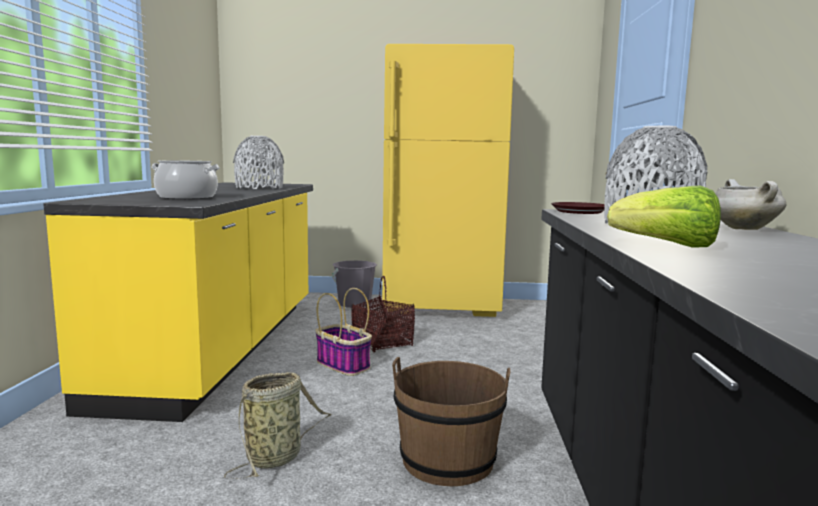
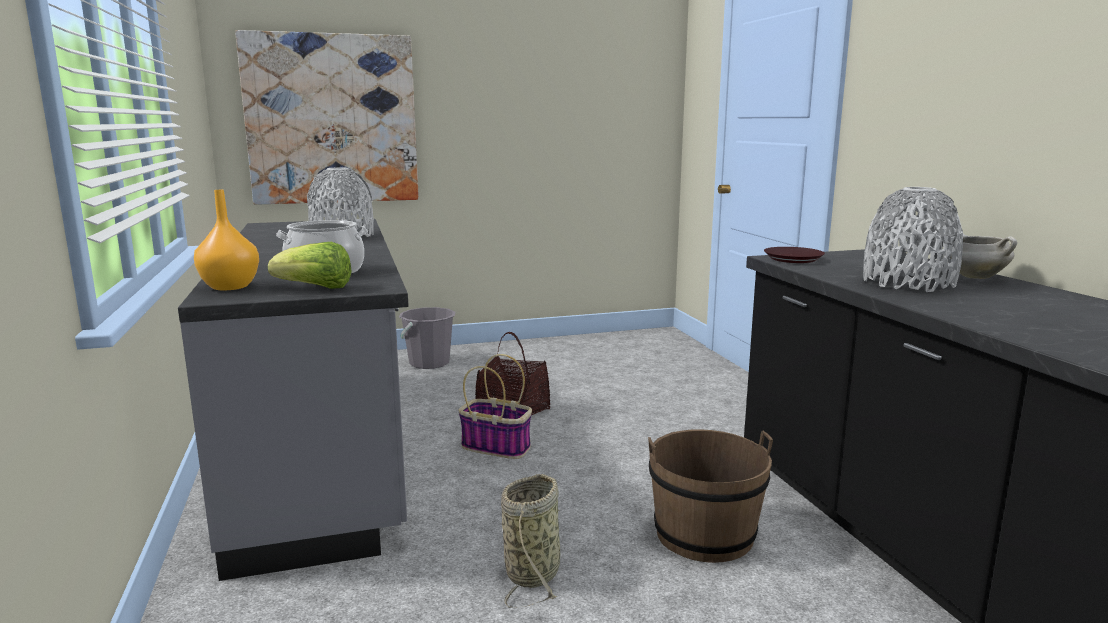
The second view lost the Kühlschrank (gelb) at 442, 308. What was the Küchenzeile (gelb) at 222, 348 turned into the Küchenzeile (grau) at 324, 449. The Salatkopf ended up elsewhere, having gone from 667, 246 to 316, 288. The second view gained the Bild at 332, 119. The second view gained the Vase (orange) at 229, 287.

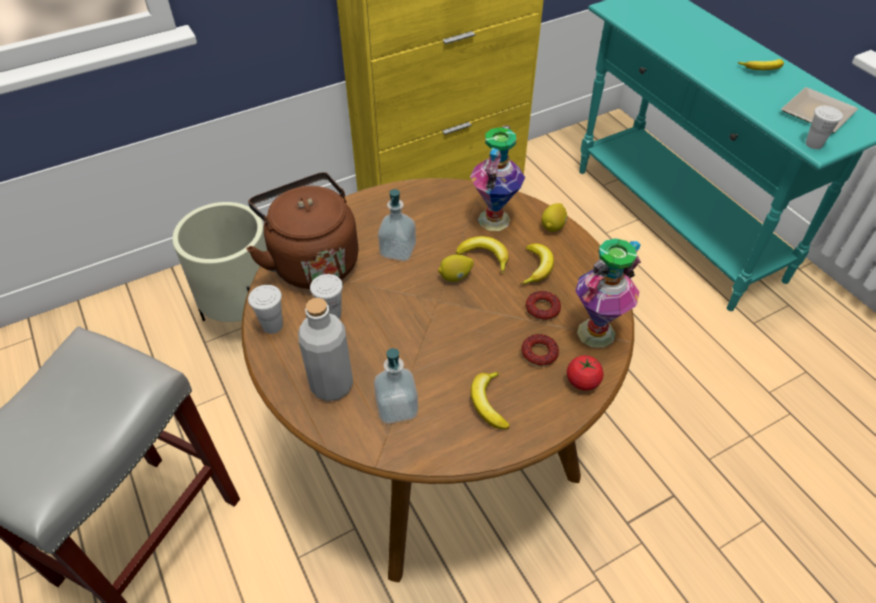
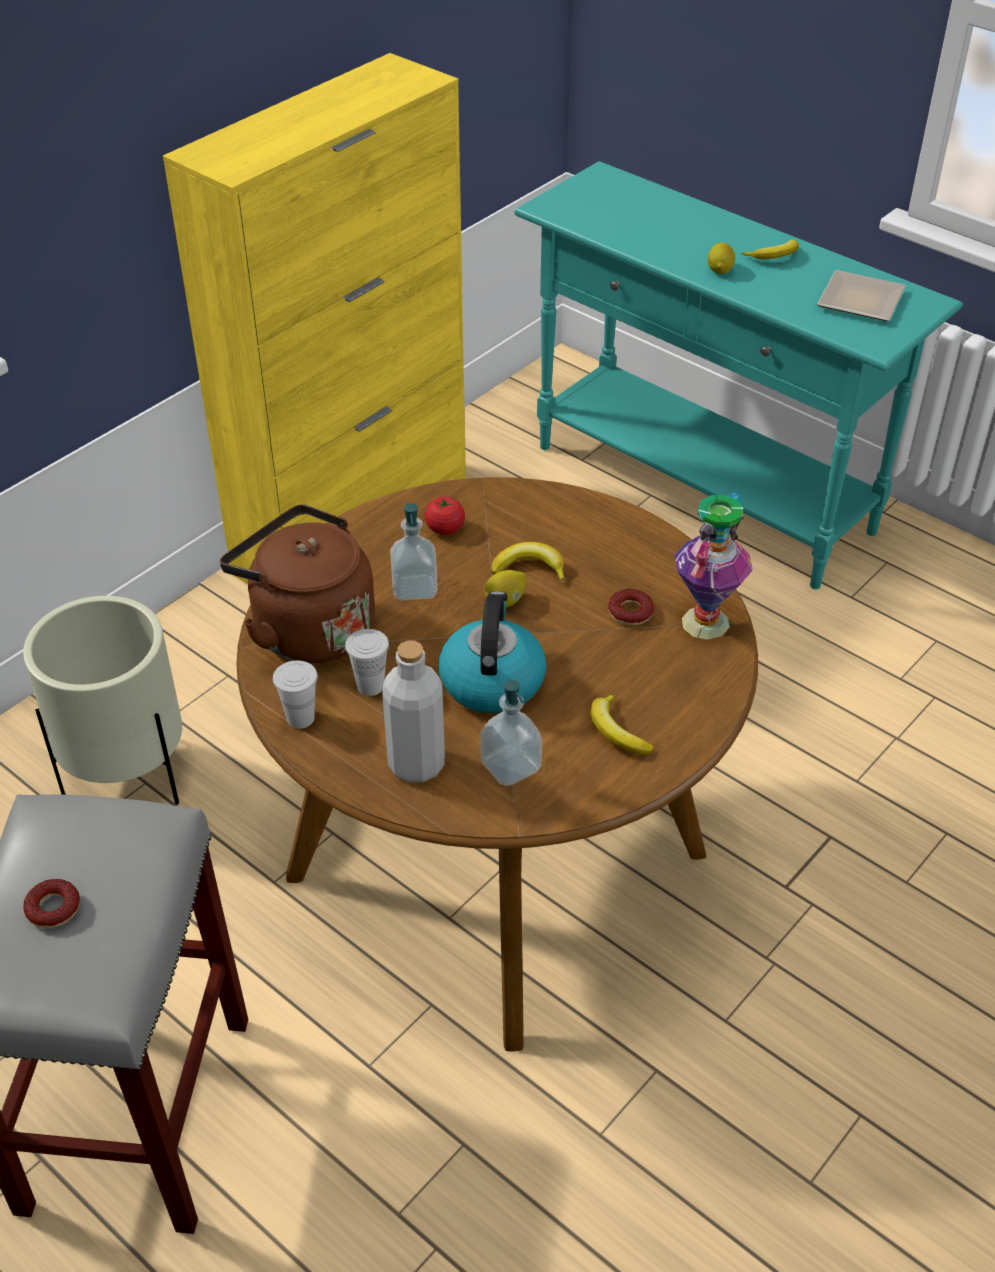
The second view lost the Tasse (weiß) at 813, 144. The second view lost the Vase at 494, 220. The Zitrone ended up elsewhere, having gone from 553, 226 to 720, 270. The second view lost the Banane at 537, 268. The Donut ended up elsewhere, having gone from 539, 353 to 53, 908. The Tomate ended up elsewhere, having gone from 582, 381 to 445, 528. The second view gained the Wasserkessel at 492, 680.

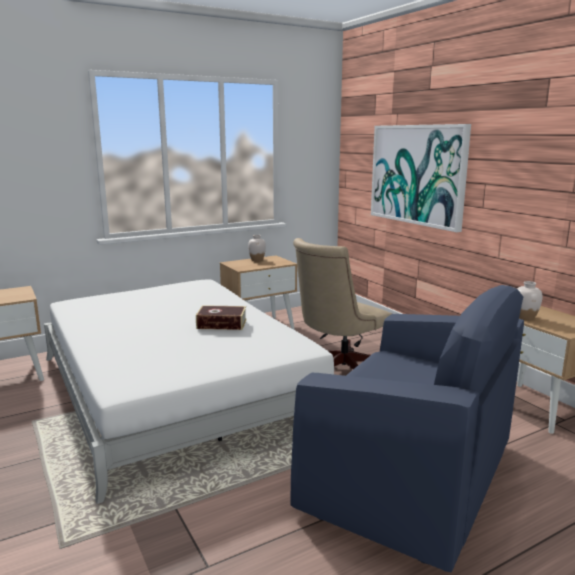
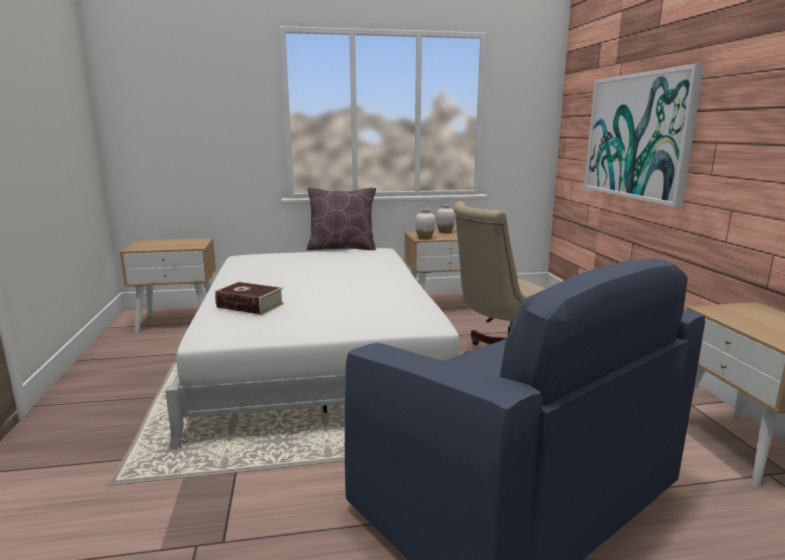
The Vase (weiß) ended up elsewhere, having gone from 525, 317 to 424, 238. The Buch ended up elsewhere, having gone from 222, 324 to 250, 305. The second view gained the Kissen (braun) at 342, 248.

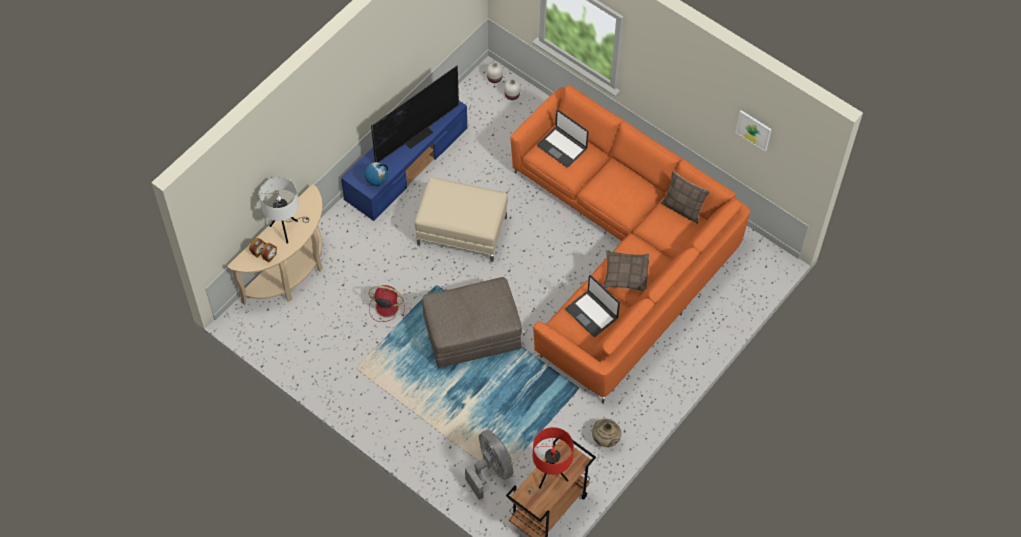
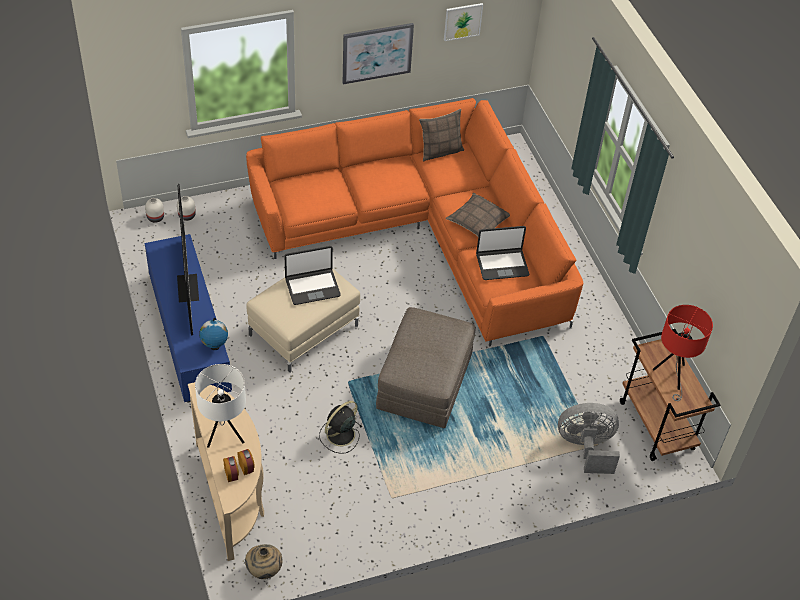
The Laptop ended up elsewhere, having gone from 562, 147 to 312, 287. What was the Ventilator (rot) at 386, 307 turned into the Ventilator (schwarz) at 339, 435. The Vase (beige) ended up elsewhere, having gone from 605, 439 to 264, 571. The second view gained the Bild at 377, 53.

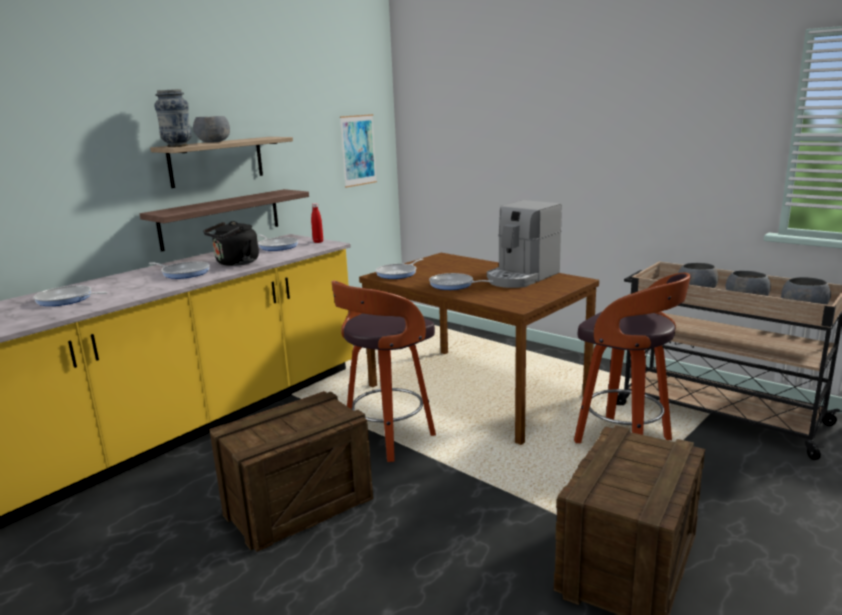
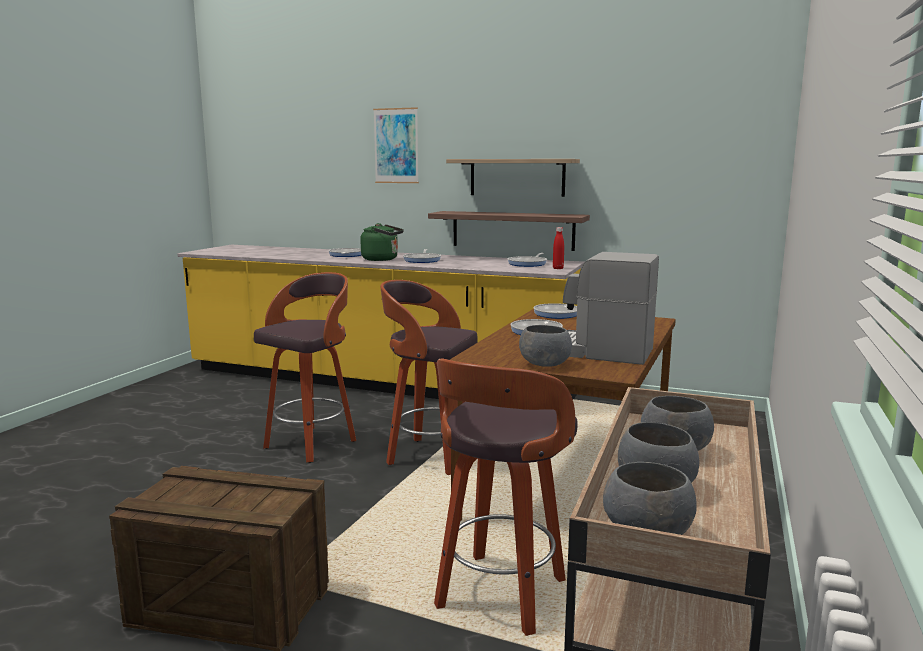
The second view lost the Vase at 177, 146. The Bild ended up elsewhere, having gone from 358, 150 to 396, 146. The Schüssel (grau) ended up elsewhere, having gone from 214, 142 to 546, 364. The second view lost the Wasserkessel (schwarz) at 235, 263. Where the Kiste stood at 298, 505, the Hocker came to stand at 312, 444. The second view gained the Wasserkessel (grün) at 382, 259.

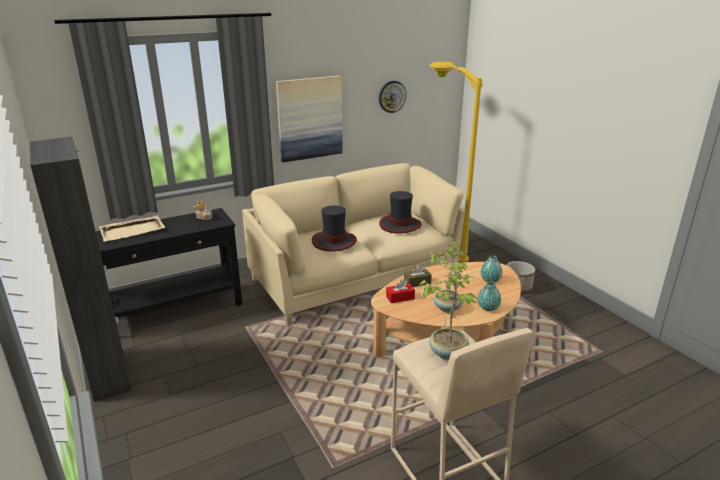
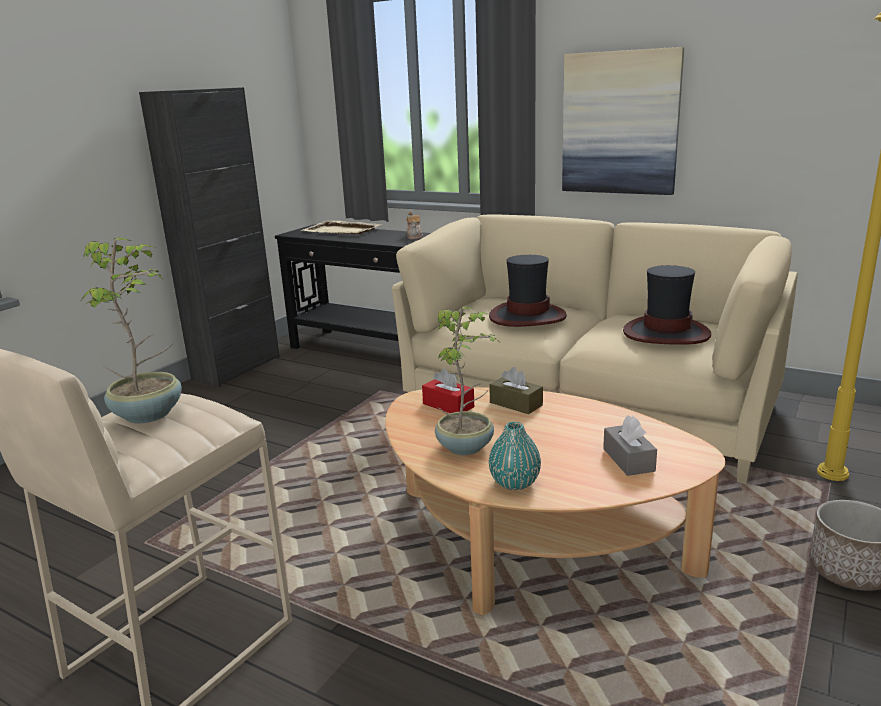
The second view lost the Wanduhr at 392, 96. Where the Vase (türkis) stood at 490, 280, the Taschentuchbox (grau) came to stand at 628, 460.

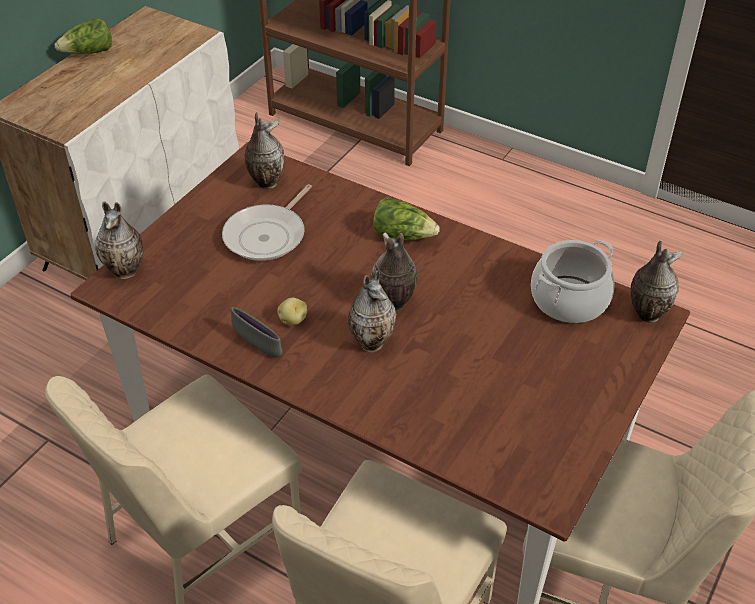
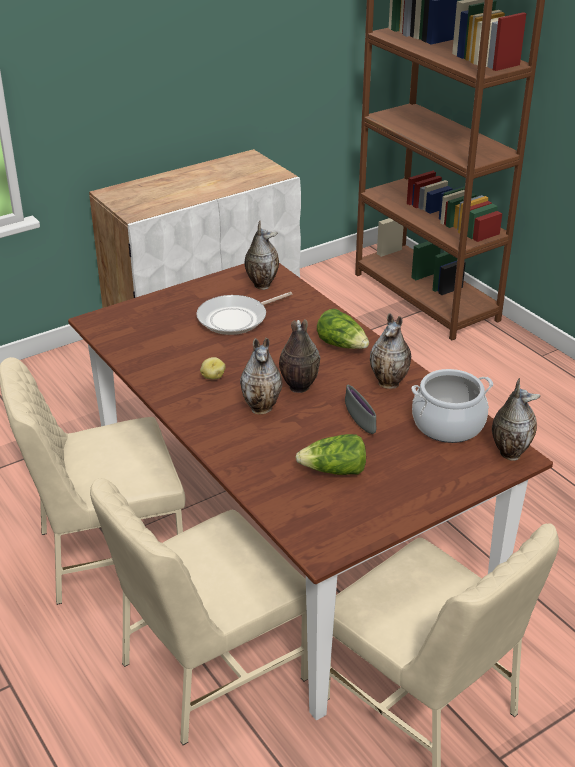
The Salatkopf ended up elsewhere, having gone from 89, 53 to 334, 471. The Vase ended up elsewhere, having gone from 127, 271 to 390, 383. The Schüssel (grau) ended up elsewhere, having gone from 257, 344 to 359, 422.

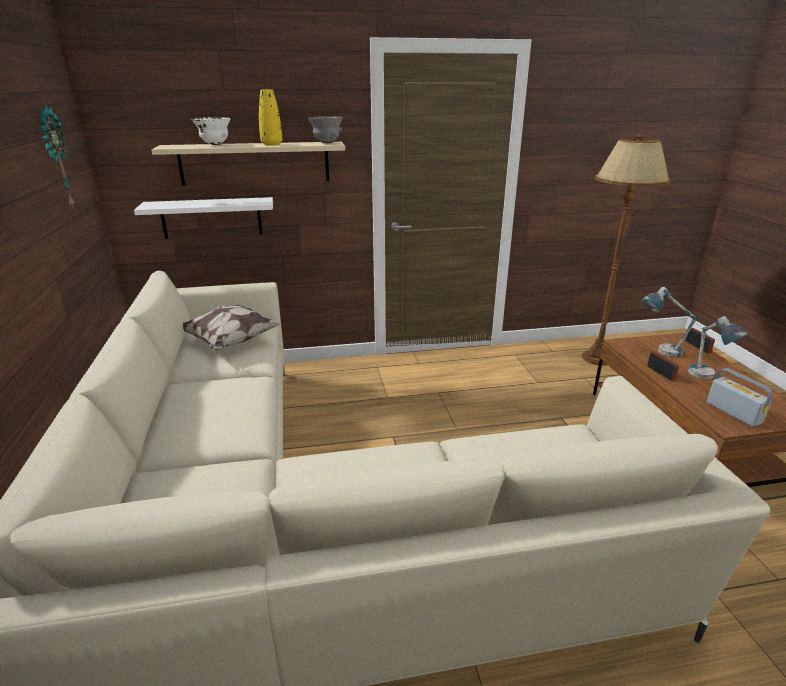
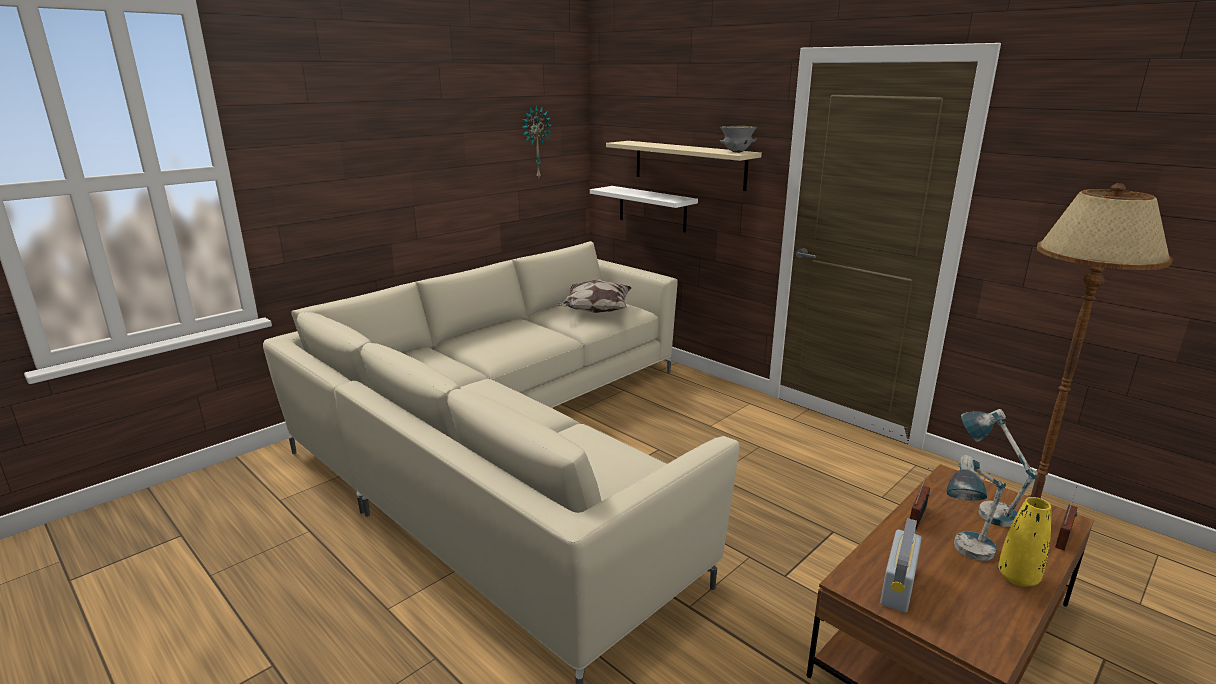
The Vase (gelb) ended up elsewhere, having gone from 272, 144 to 1018, 578. The second view lost the Schüssel (weiß) at 214, 145.

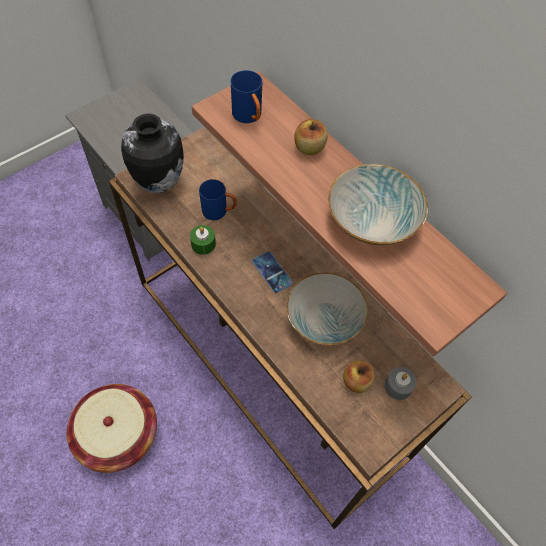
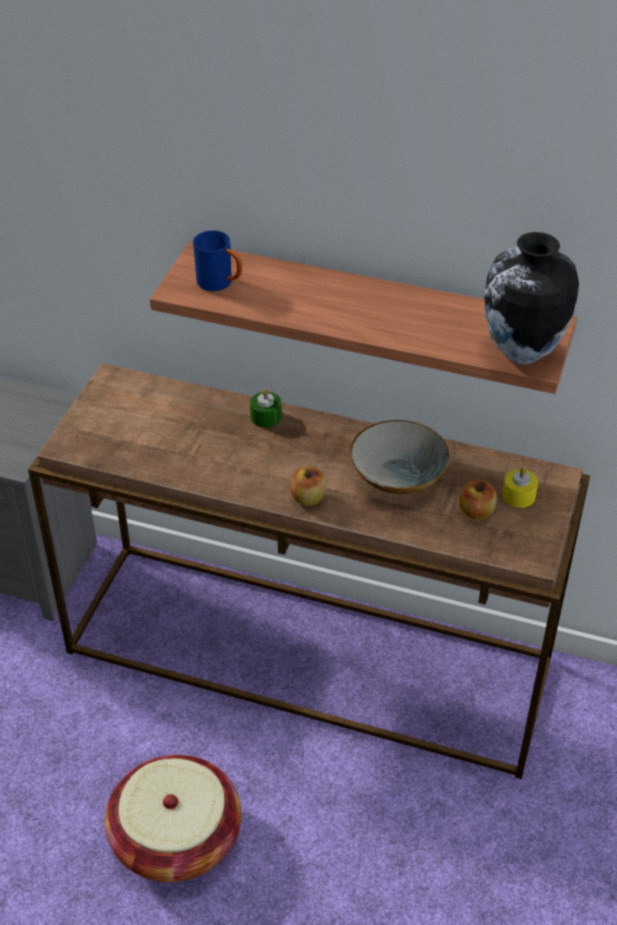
The Vase ended up elsewhere, having gone from 158, 184 to 521, 353. The Apfel ended up elsewhere, having gone from 309, 148 to 308, 498. The second view lost the Schüssel at 373, 221. The second view lost the Henkelbecher (blau) at 219, 211. The Kerze (grün) ended up elsewhere, having gone from 203, 244 to 266, 417. The second view lost the Handy at 272, 272. What was the Kerze (grau) at 398, 386 turned into the Kerze (gelb) at 518, 496.

